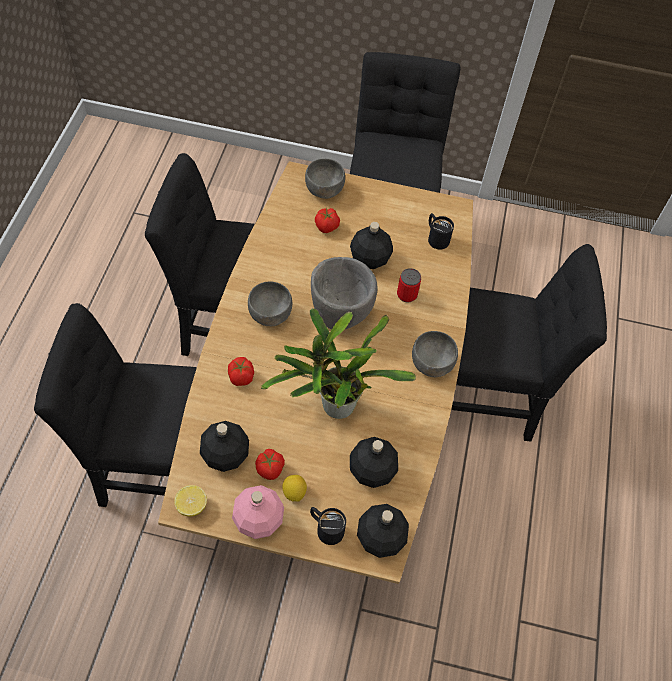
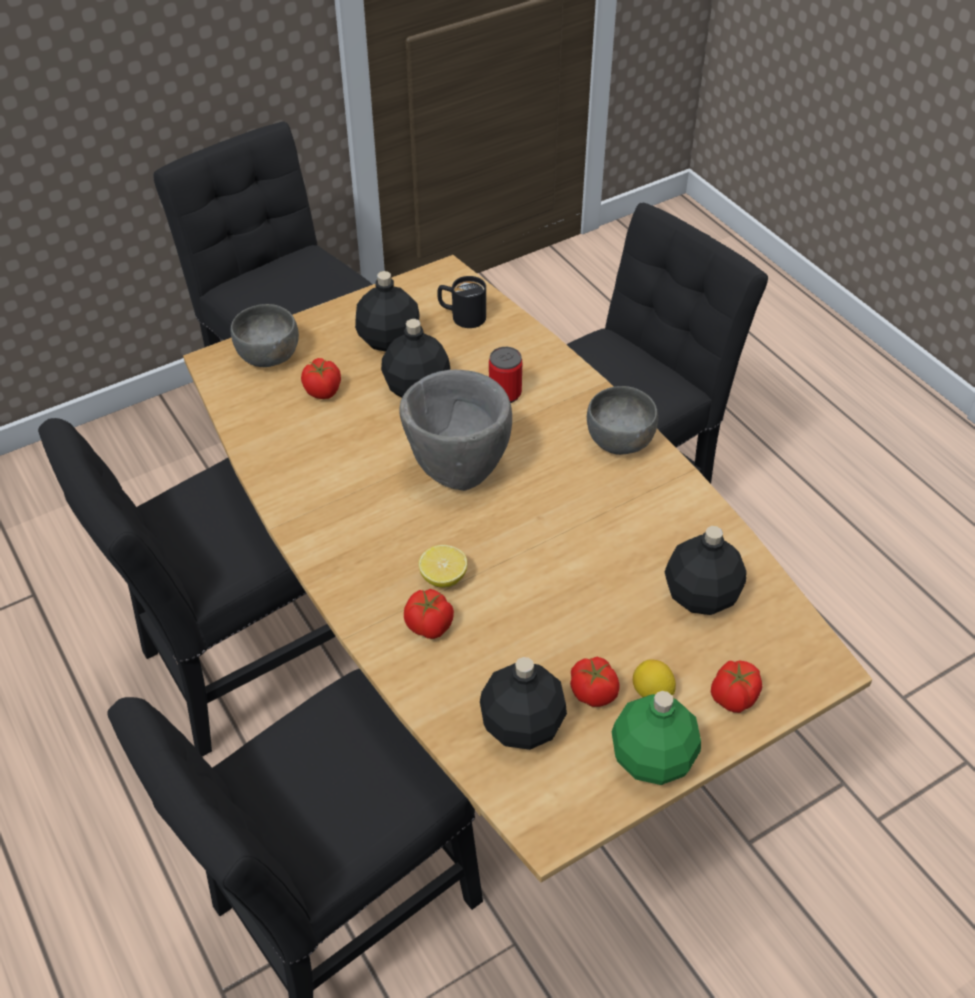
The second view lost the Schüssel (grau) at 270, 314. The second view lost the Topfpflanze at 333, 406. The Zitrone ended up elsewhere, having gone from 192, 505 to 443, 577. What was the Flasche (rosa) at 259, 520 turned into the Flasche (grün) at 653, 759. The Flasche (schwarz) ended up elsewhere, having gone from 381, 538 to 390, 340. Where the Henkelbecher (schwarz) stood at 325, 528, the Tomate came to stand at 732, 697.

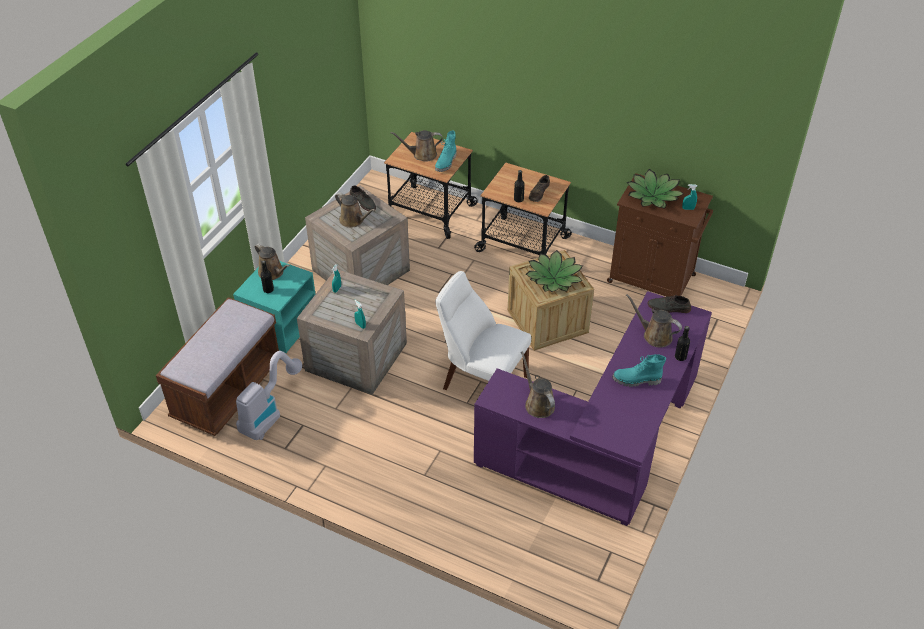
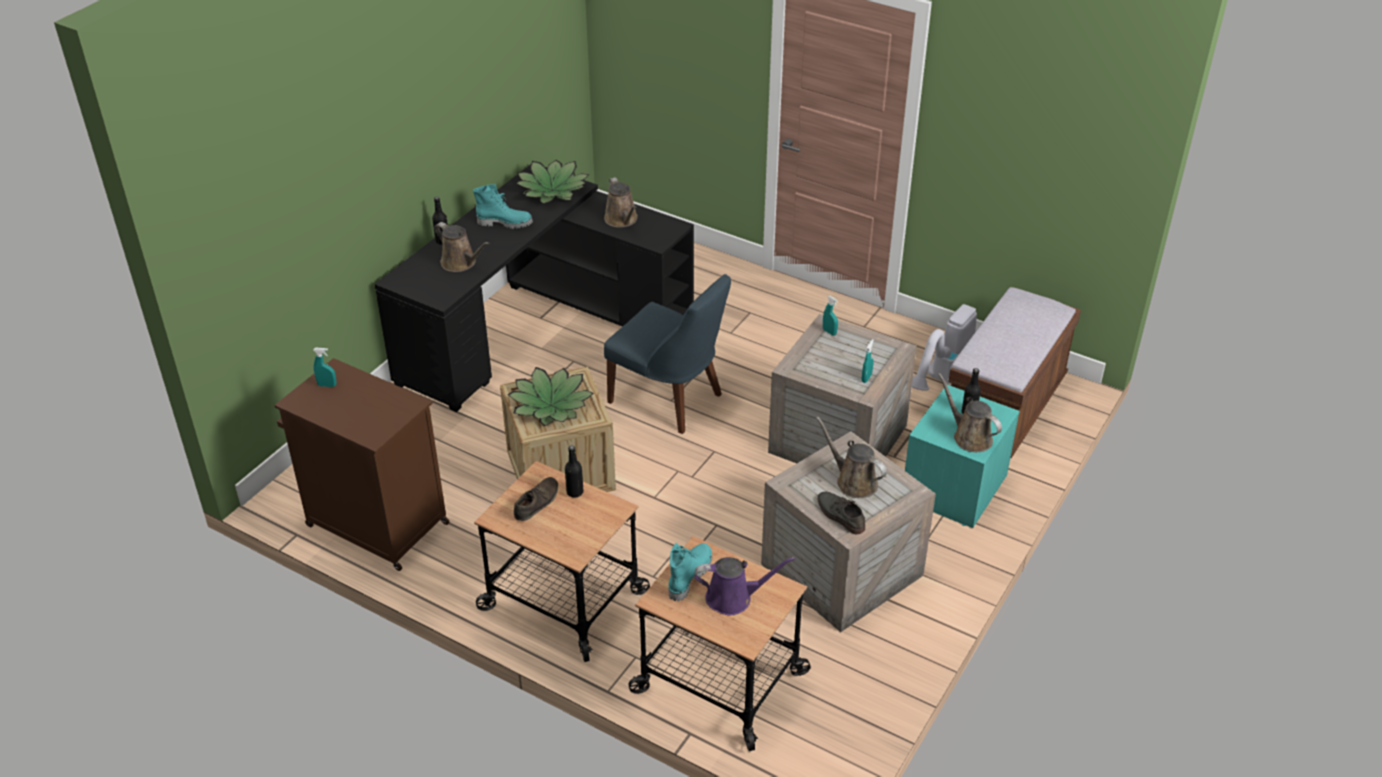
What was the Gießkanne (braun) at 422, 155 turned into the Gießkanne (lila) at 733, 598. The Topfpflanze ended up elsewhere, having gone from 653, 196 to 552, 190. What was the Stuhl (weiß) at 481, 381 turned into the Stuhl (blau) at 669, 400. What was the Schreibtisch (lila) at 604, 445 turned into the Schreibtisch (schwarz) at 537, 327. The second view lost the Schuh (grau) at 669, 308.

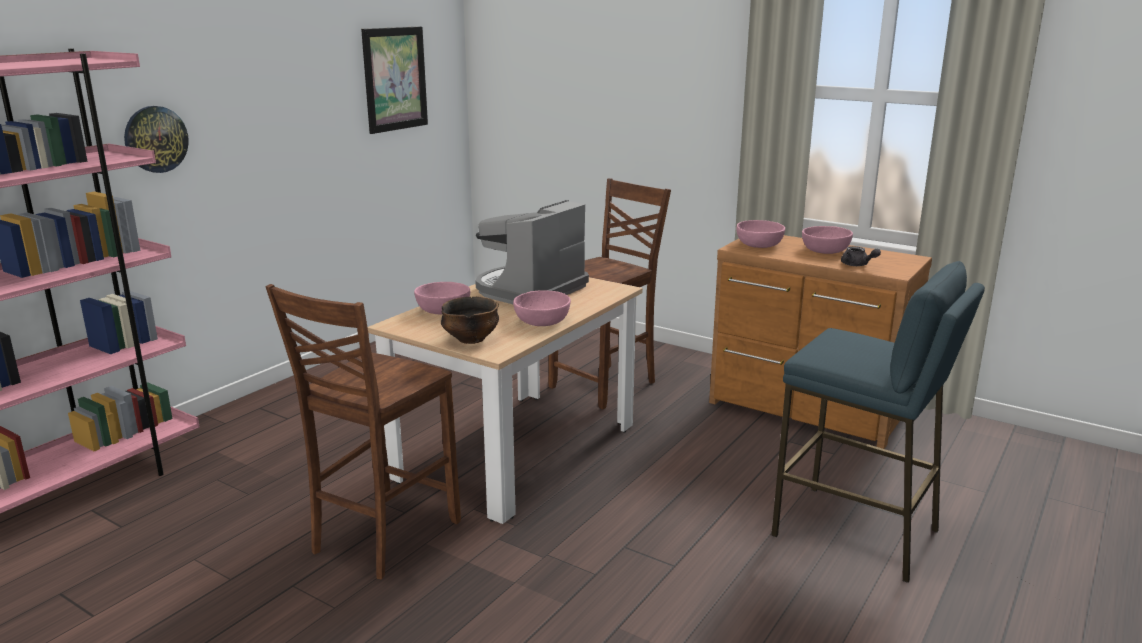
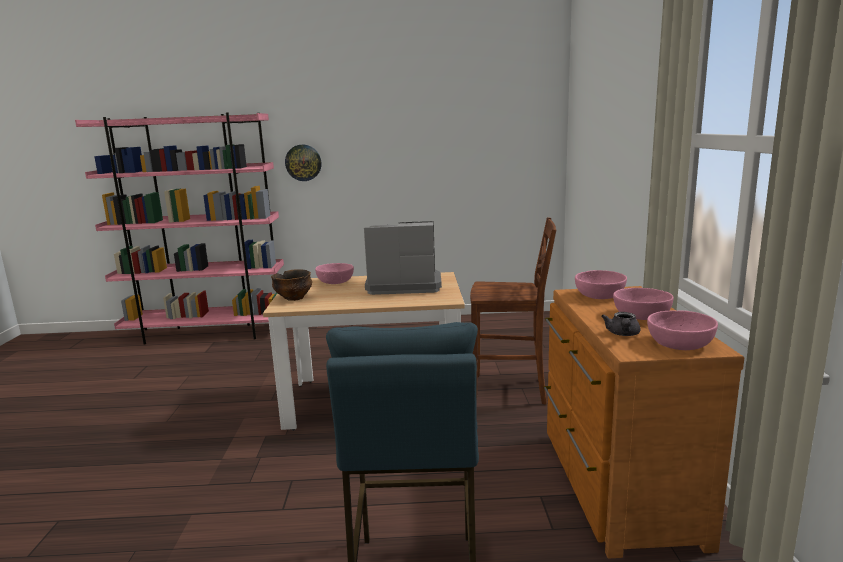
The second view lost the Bild at 395, 79. The second view lost the Stuhl (braun) at 382, 537. The Schüssel (rosa) ended up elsewhere, having gone from 542, 321 to 679, 344.

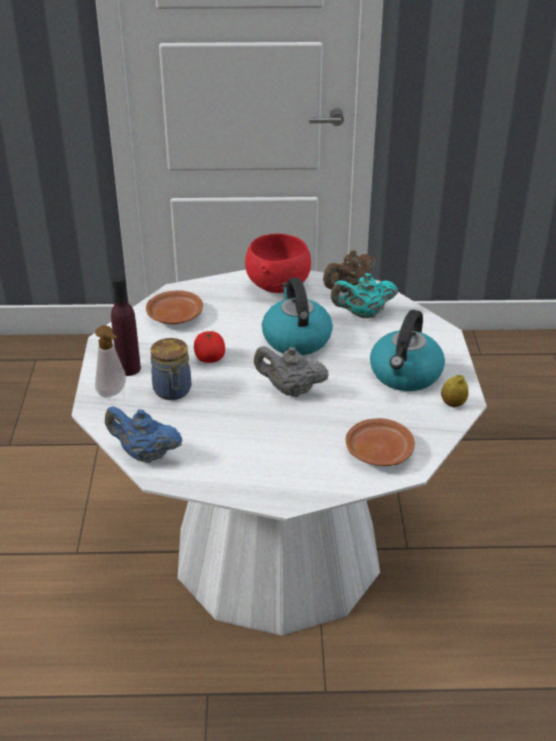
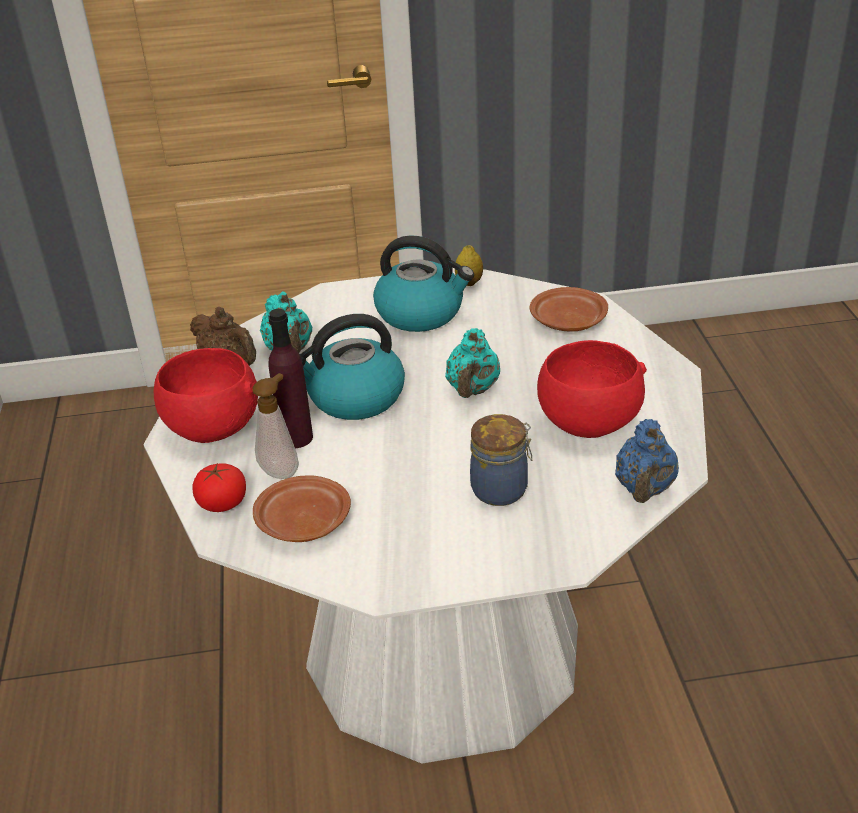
The Flasche (lila) ended up elsewhere, having gone from 129, 368 to 296, 438. The Seifenspender ended up elsewhere, having gone from 113, 393 to 281, 470. The Tomate ended up elsewhere, having gone from 209, 358 to 222, 503. What was the Teekanne (grau) at 290, 390 turned into the Teekanne (türkis) at 473, 390. The second view gained the Schüssel (rot) at 586, 423.

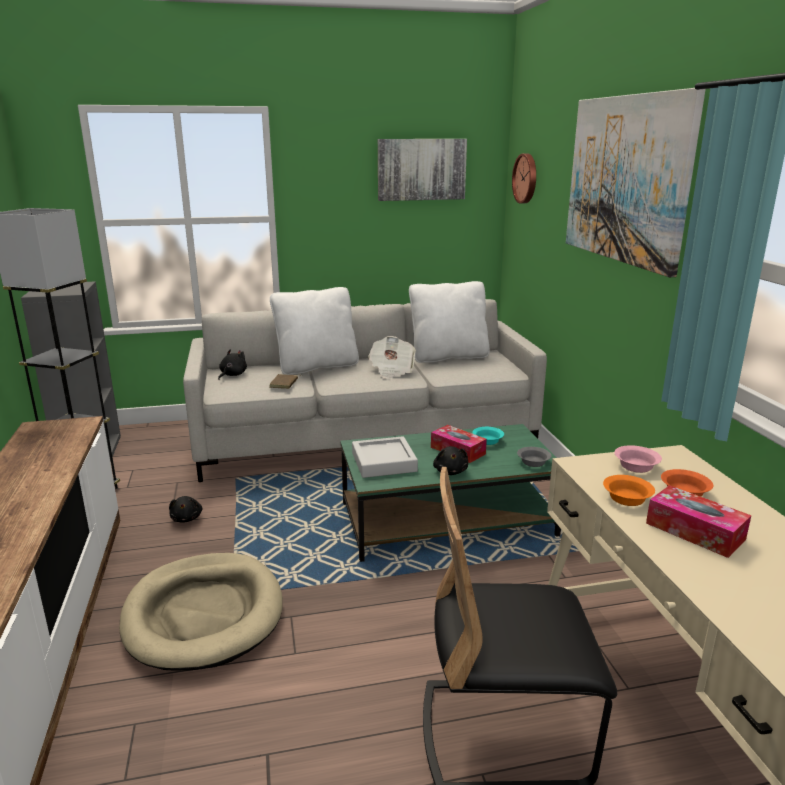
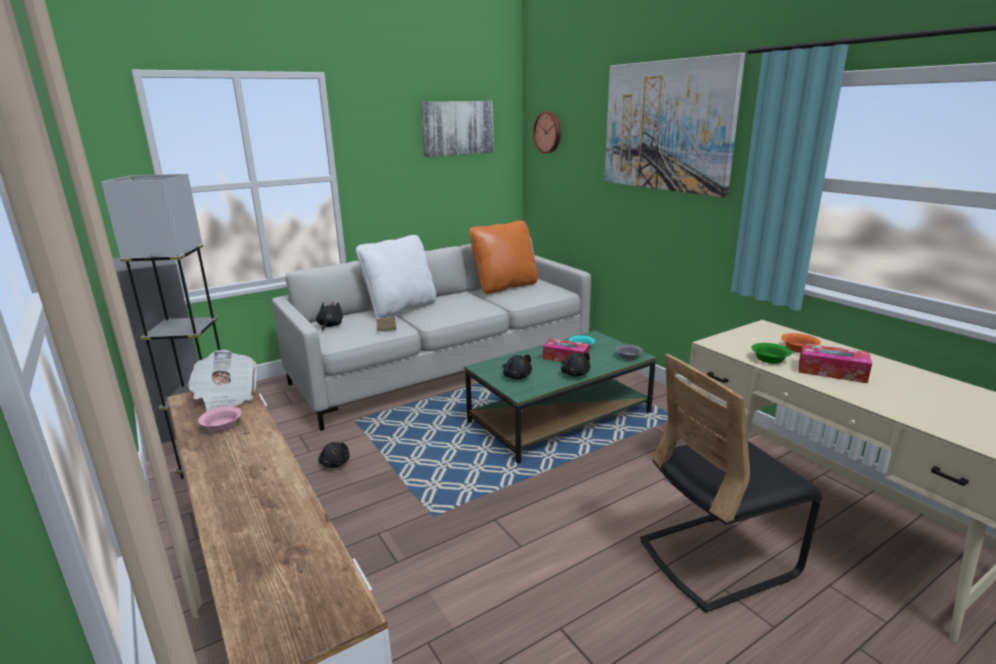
What was the Kissen (weiß) at 448, 356 turned into the Kissen (orange) at 505, 286. The Zeitung ended up elsewhere, having gone from 391, 370 to 226, 397. Where the Tablett (grau) stood at 384, 462, the Plüschtier (schwarz) came to stand at 516, 376. The Schüssel (rosa) ended up elsewhere, having gone from 637, 466 to 223, 426. What was the Schüssel (orange) at 628, 498 turned into the Schüssel (grün) at 770, 359. The second view lost the Hundebett (beige) at 204, 614.

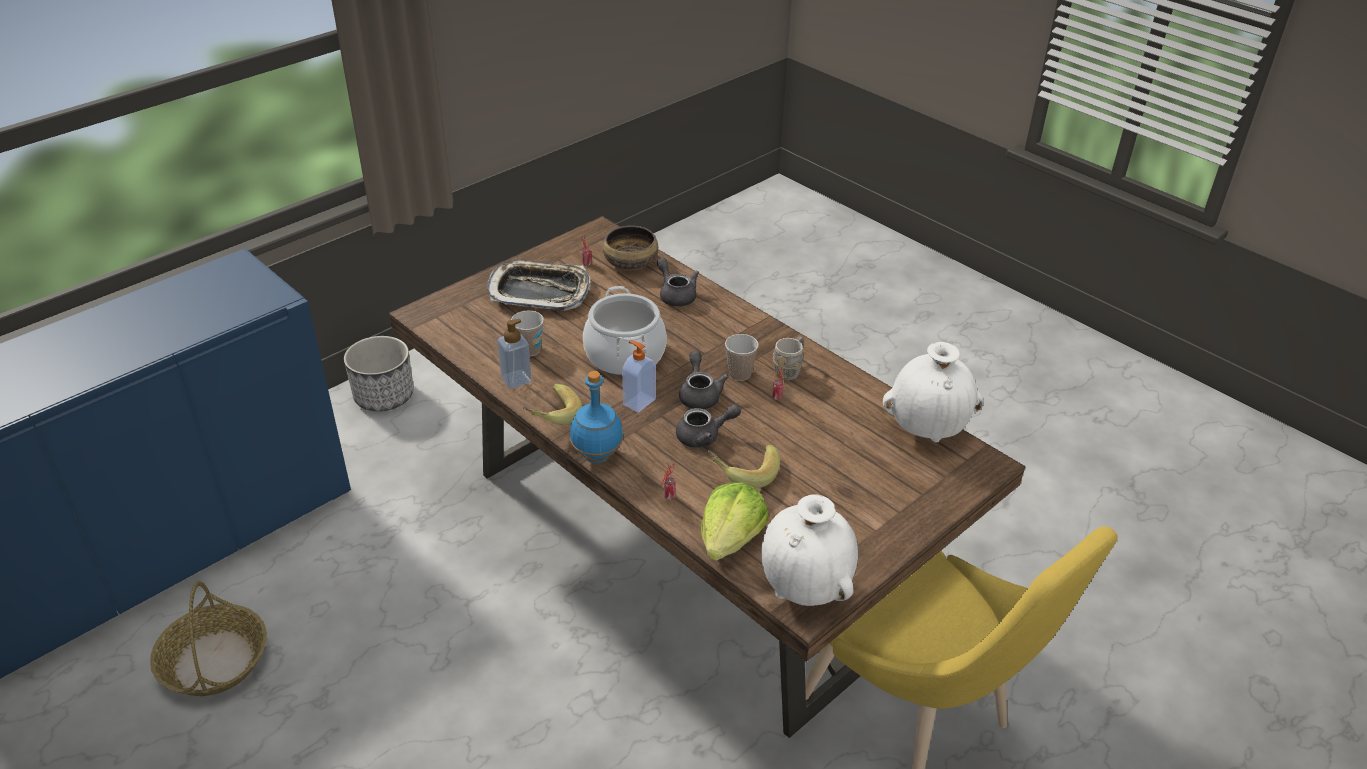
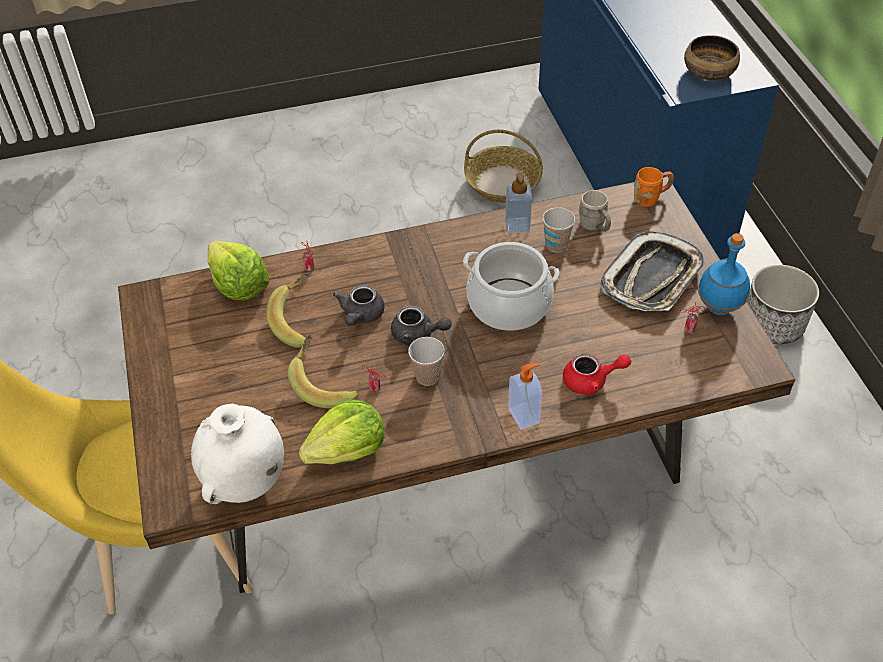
The Schüssel ended up elsewhere, having gone from 631, 262 to 708, 72. What was the Teekanne (grau) at 676, 295 turned into the Teekanne (rot) at 591, 381. The Henkelbecher (grau) ended up elsewhere, having gone from 789, 370 to 595, 226. The Seifenspender ended up elsewhere, having gone from 638, 402 to 525, 415. The Flasche (blau) ended up elsewhere, having gone from 598, 456 to 718, 308. The Banane ended up elsewhere, having gone from 550, 417 to 325, 384. The second view lost the Vase (weiß) at 805, 590. The second view gained the Henkelbecher (orange) at 651, 198. The second view gained the Salatkopf at 348, 450.

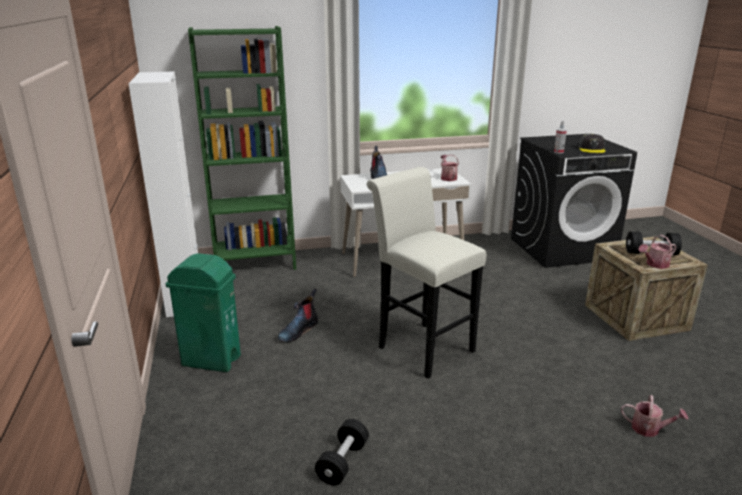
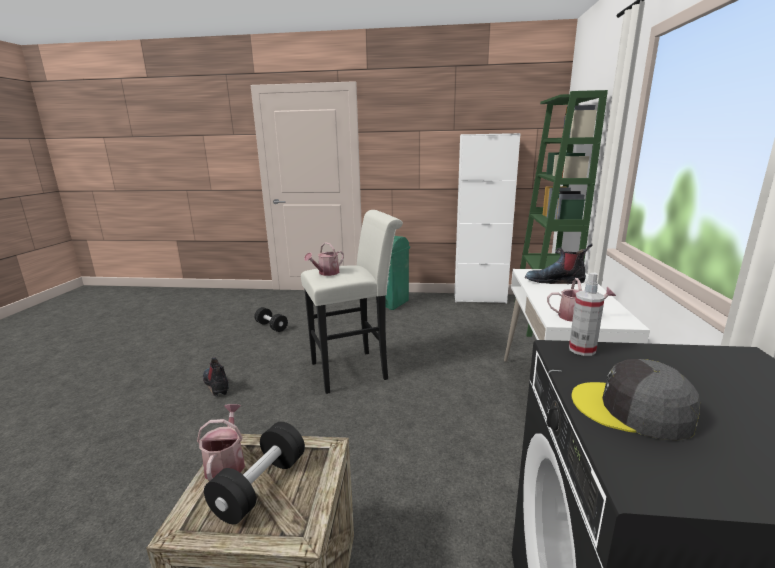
The Stiefel ended up elsewhere, having gone from 298, 331 to 217, 385. The Gießkanne ended up elsewhere, having gone from 649, 429 to 326, 273.

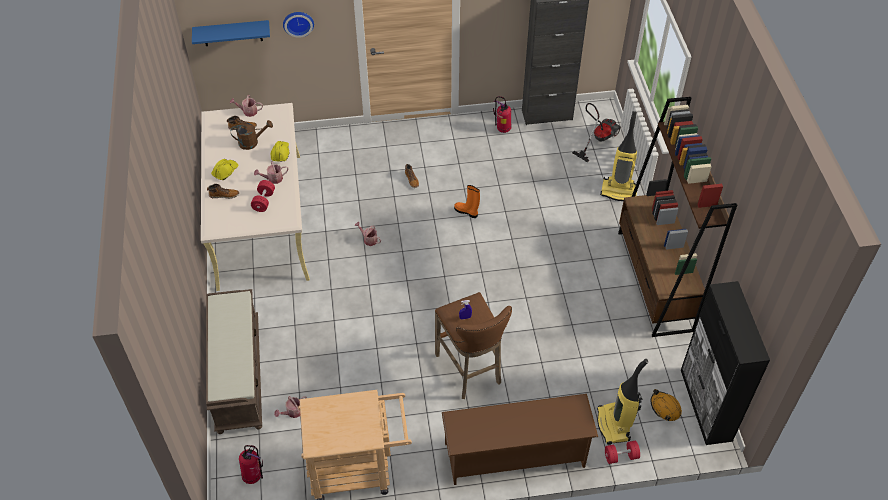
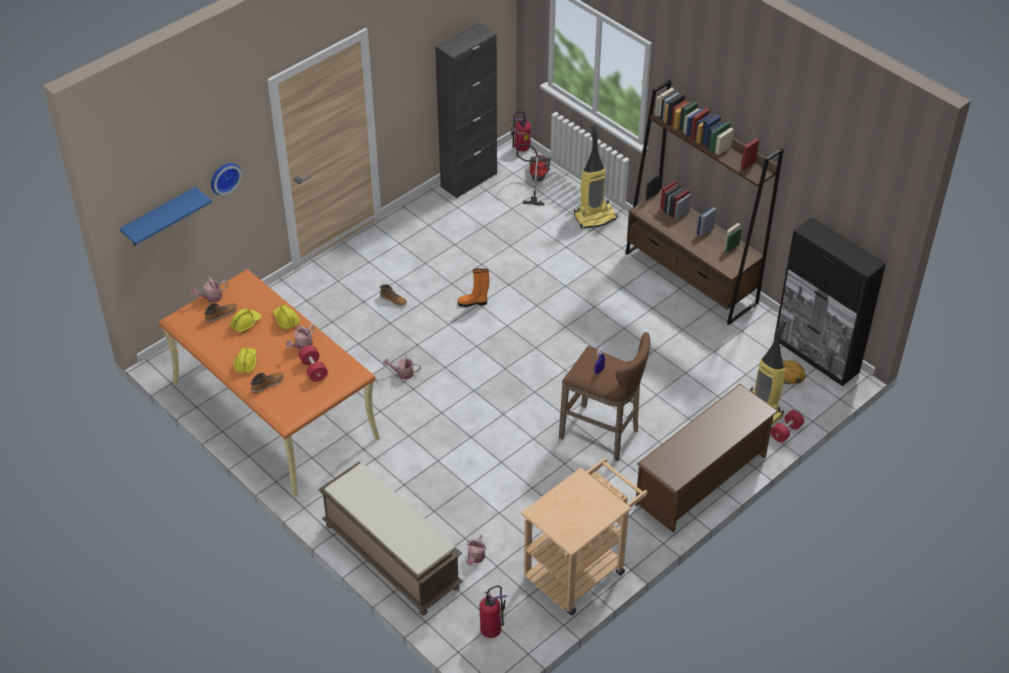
The Feuerlöscher ended up elsewhere, having gone from 502, 130 to 521, 149. What was the Schreibtisch (beige) at 260, 219 turned into the Schreibtisch (orange) at 274, 410. Where the Gießkanne (braun) stood at 252, 142, the Schutzhelm (gelb) came to stand at 245, 323.

